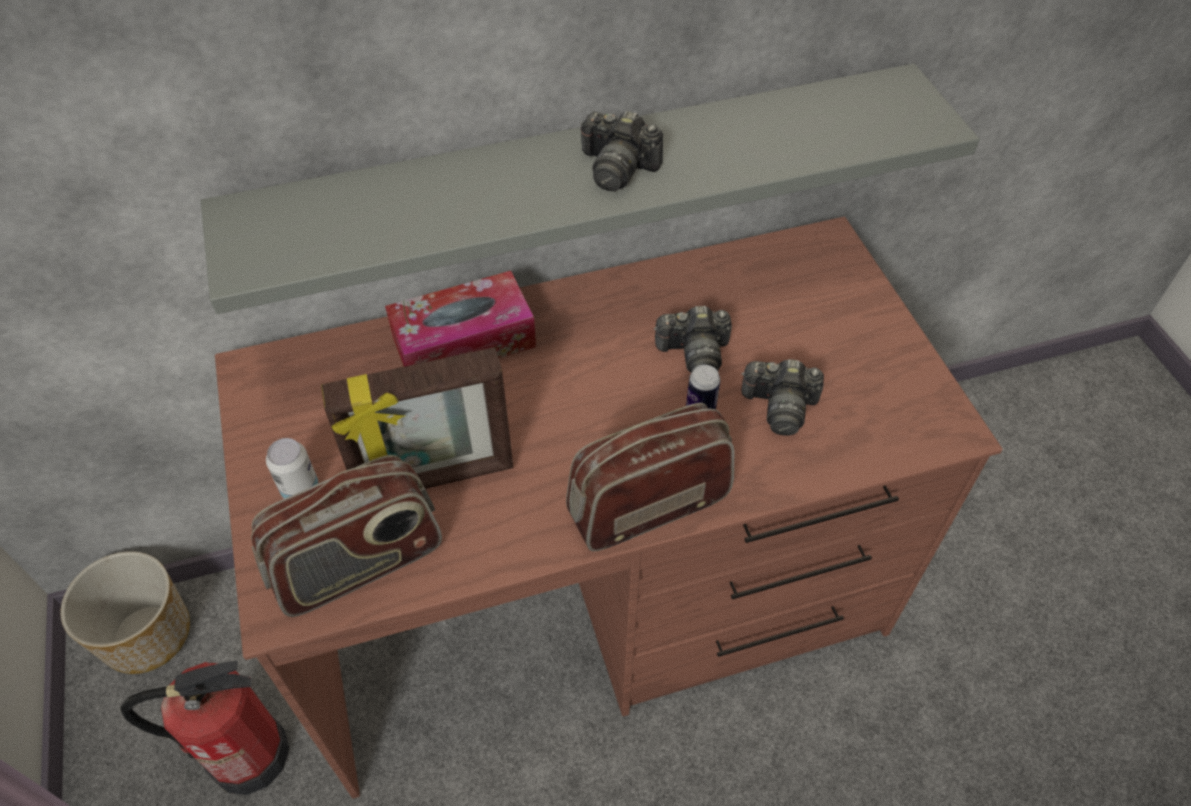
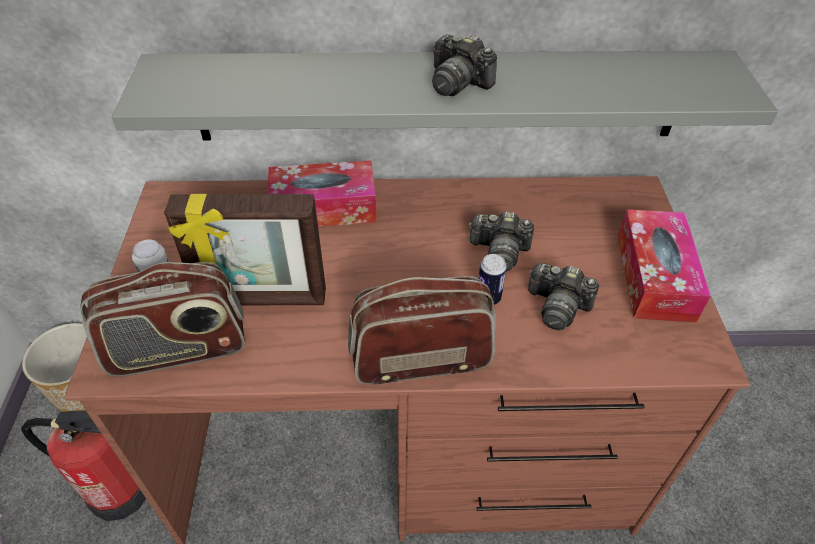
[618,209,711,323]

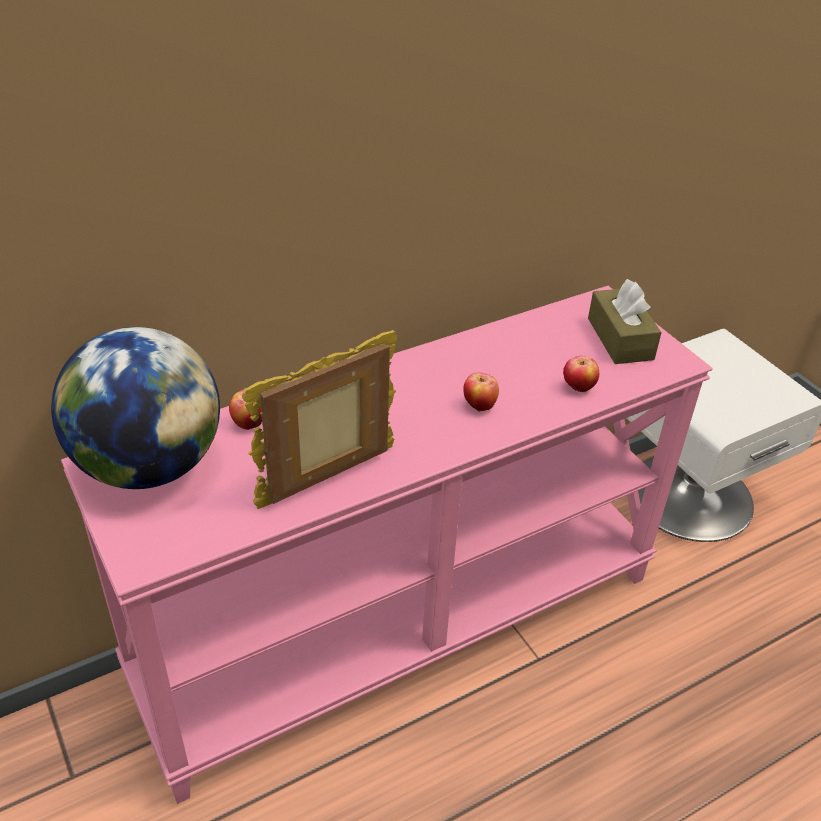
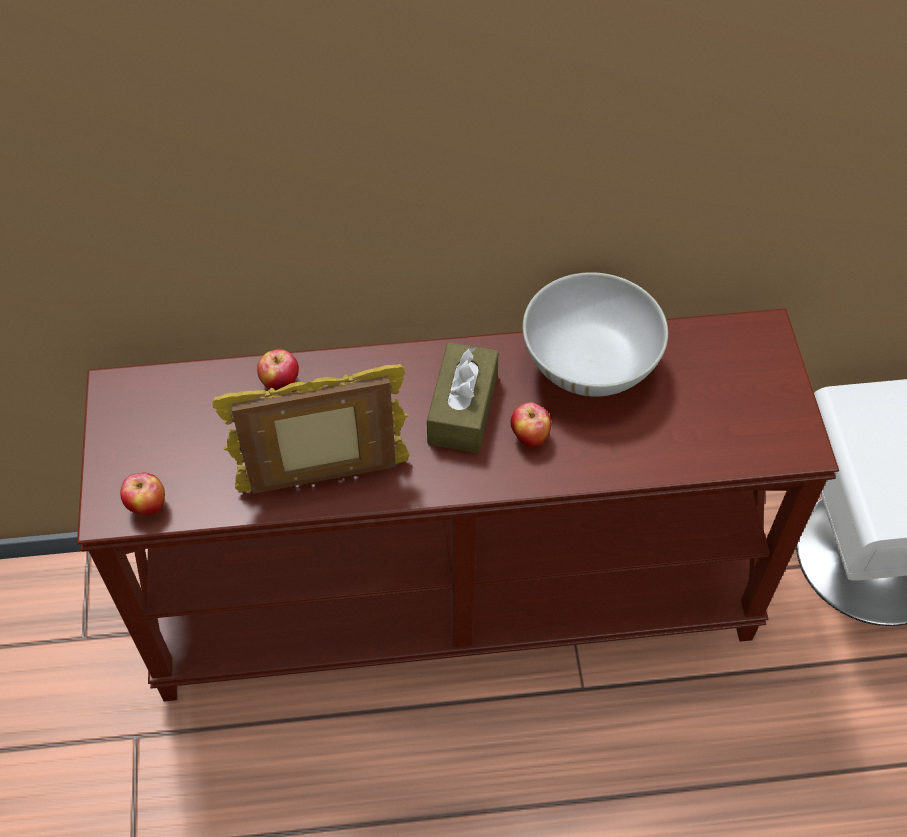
[427,342,499,453]
[77,308,839,702]
[51,327,220,489] (first image)
[120,472,165,515]
[522,272,668,397]

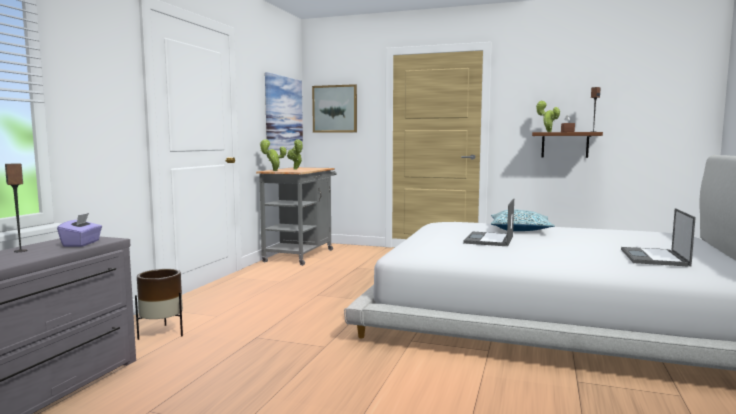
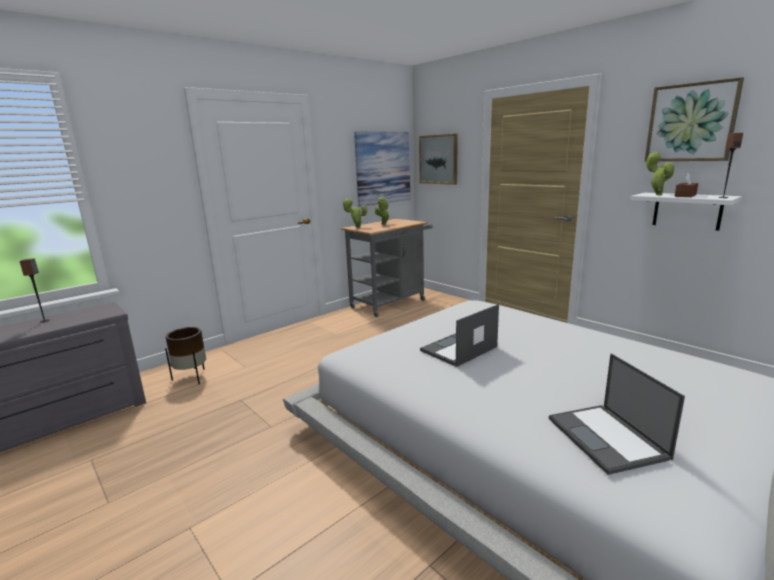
[630,193,742,231]
[549,353,685,475]
[491,209,555,231] (first image)
[57,213,102,247] (first image)
[645,77,744,161]

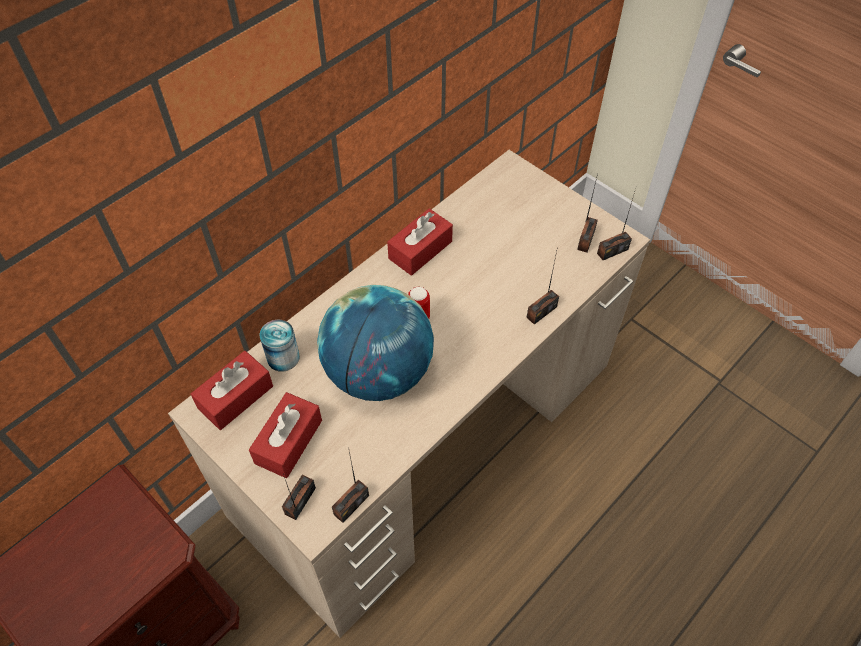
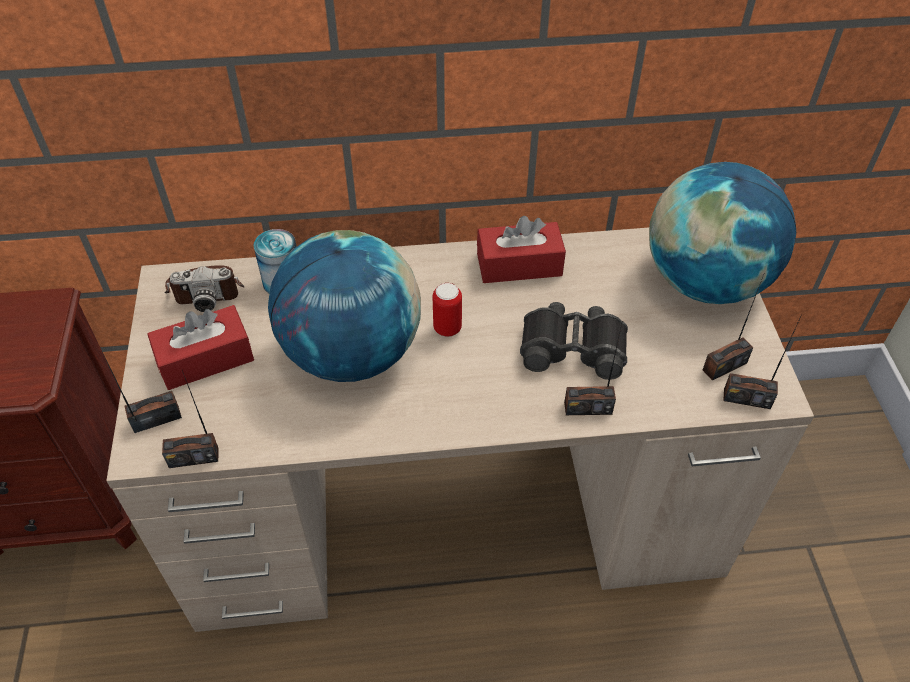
[164,265,244,312]
[649,162,796,304]
[520,302,628,380]

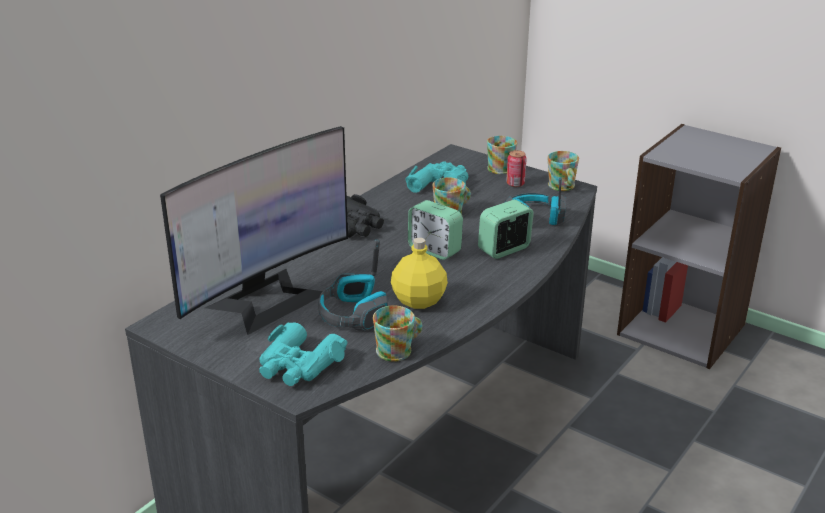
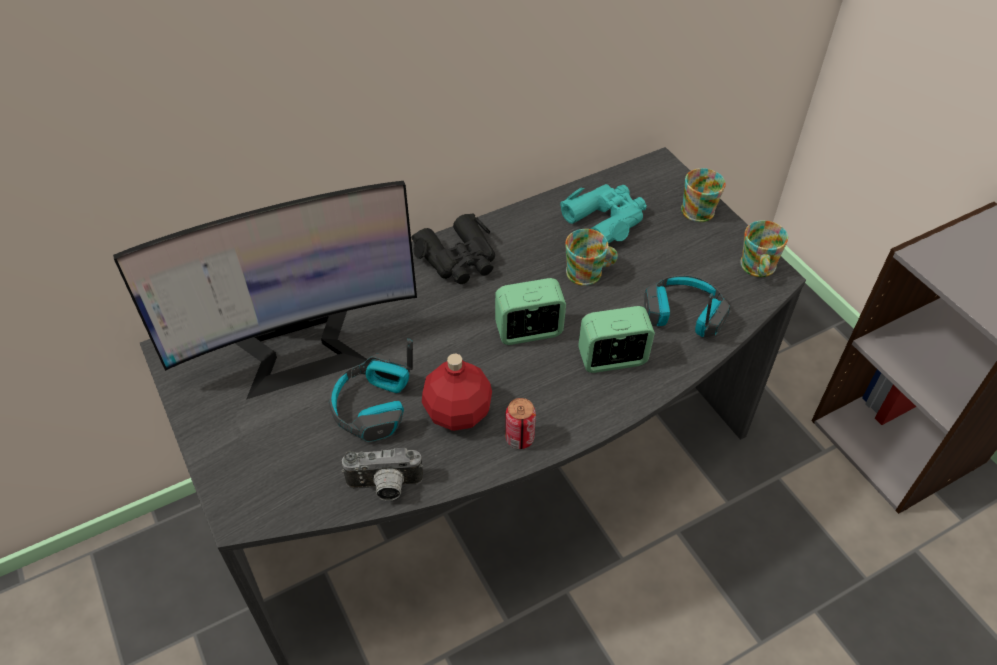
[506,398,536,449]
[495,278,566,345]
[422,354,492,431]
[341,448,423,501]
[259,322,348,386] (first image)

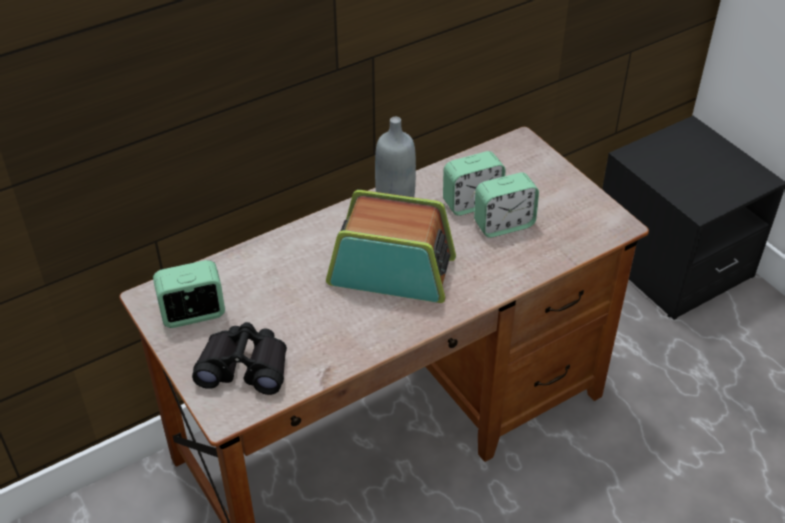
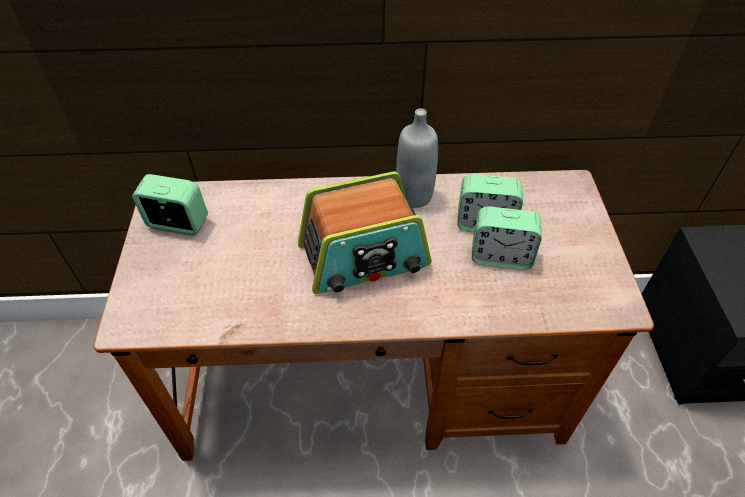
[298,172,432,294]
[192,322,287,395] (first image)

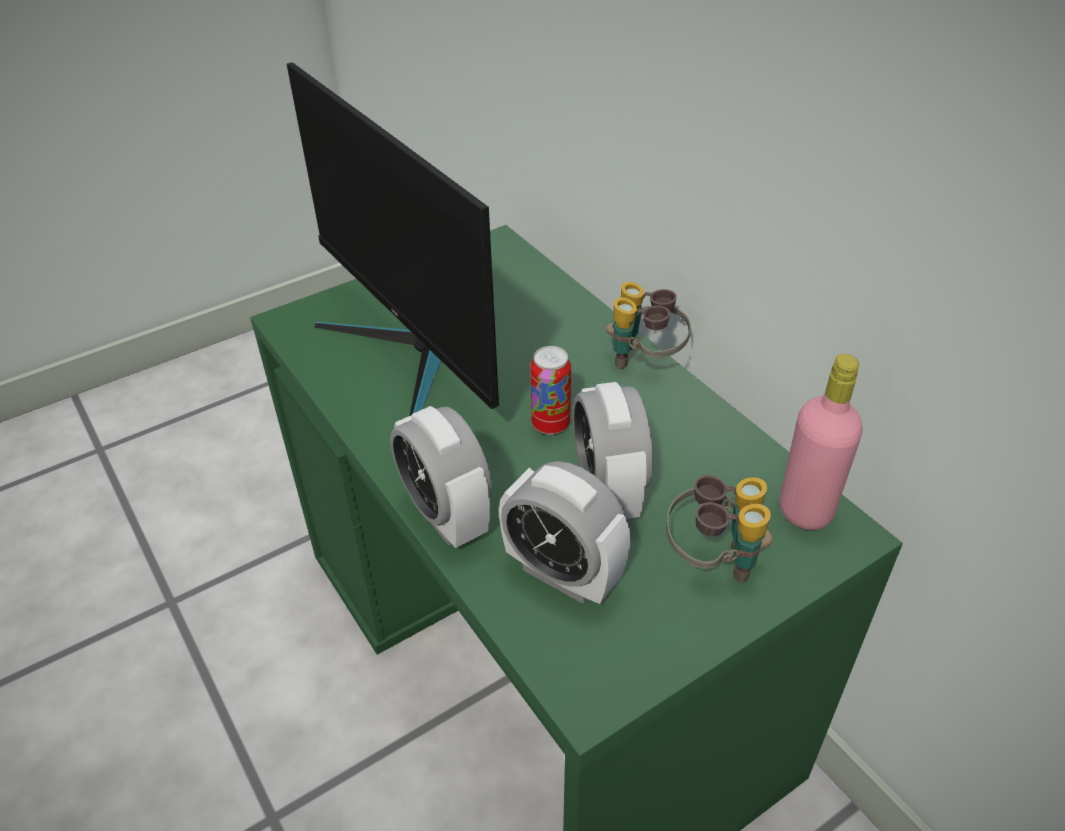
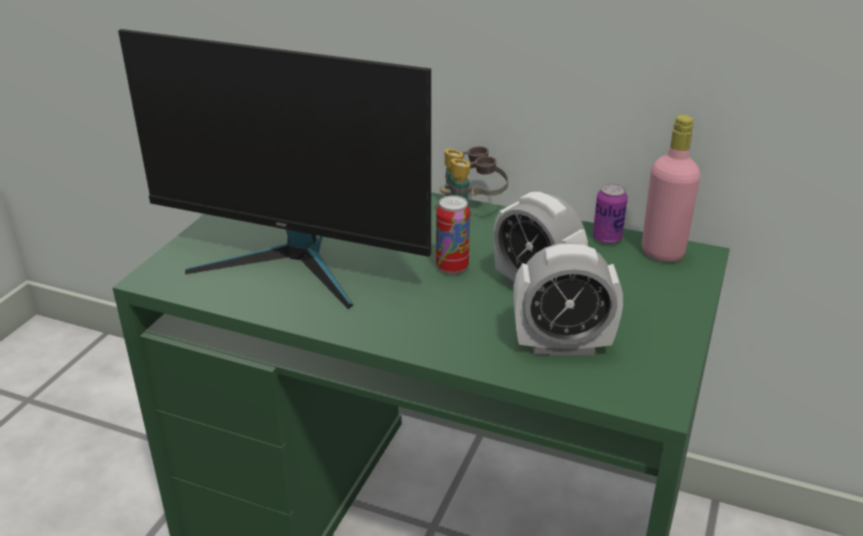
[390,406,492,548] (first image)
[666,475,773,583] (first image)
[593,184,628,244]

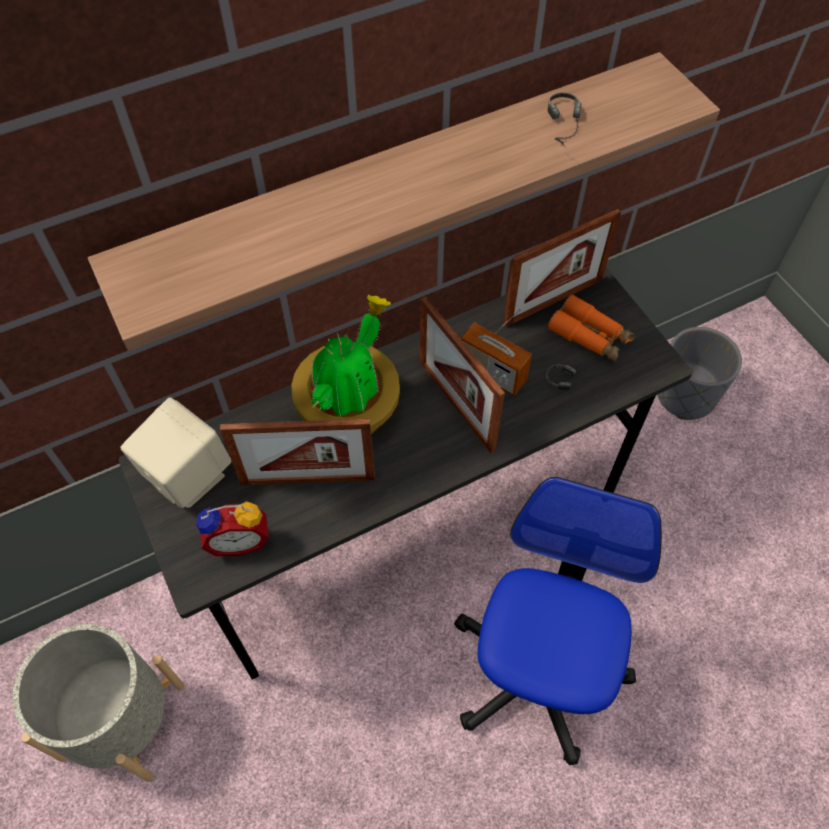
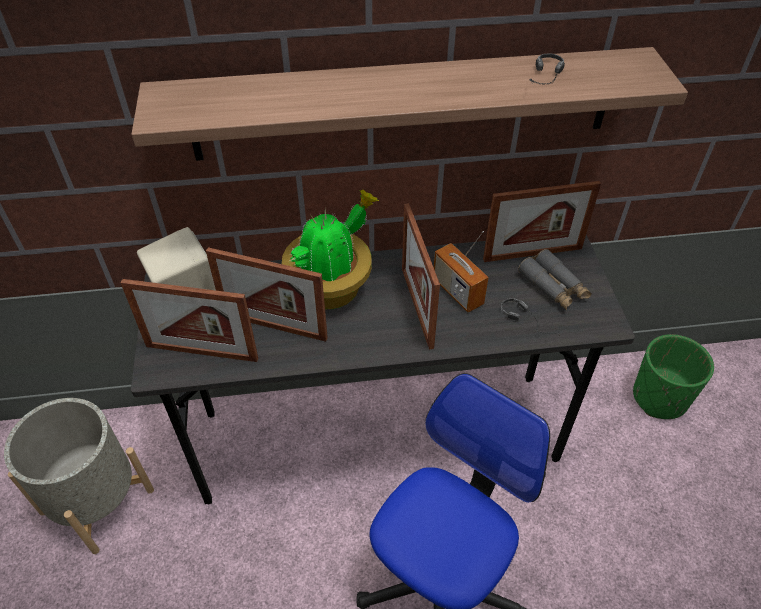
[518,249,592,310]
[633,334,714,419]
[121,279,258,362]

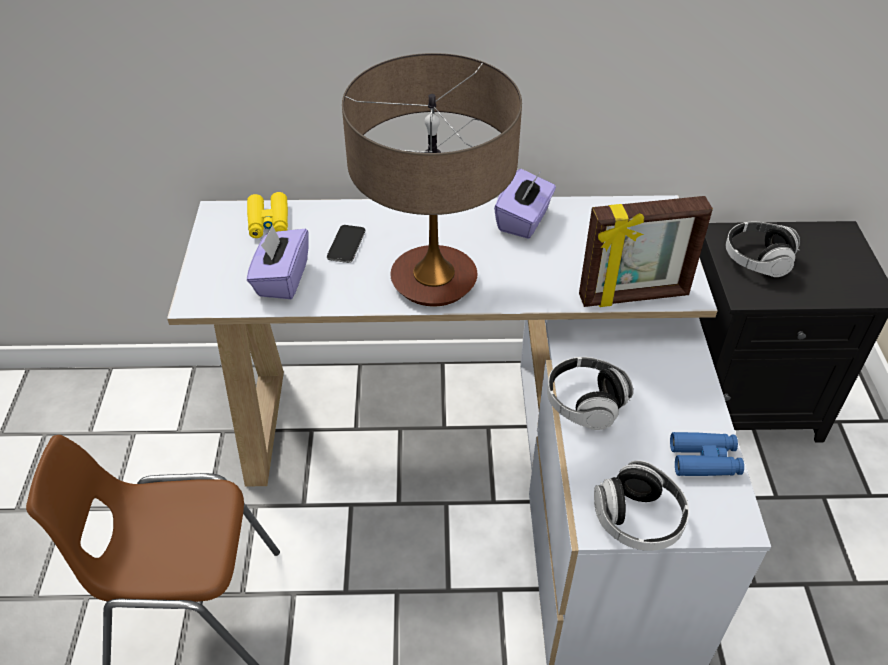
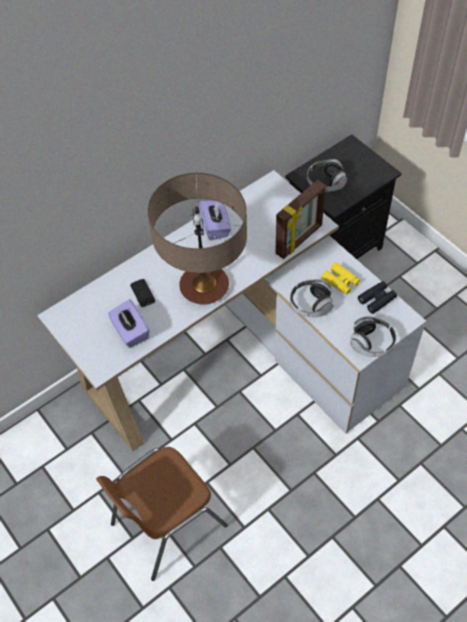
[322,262,360,295]
[358,281,397,314]

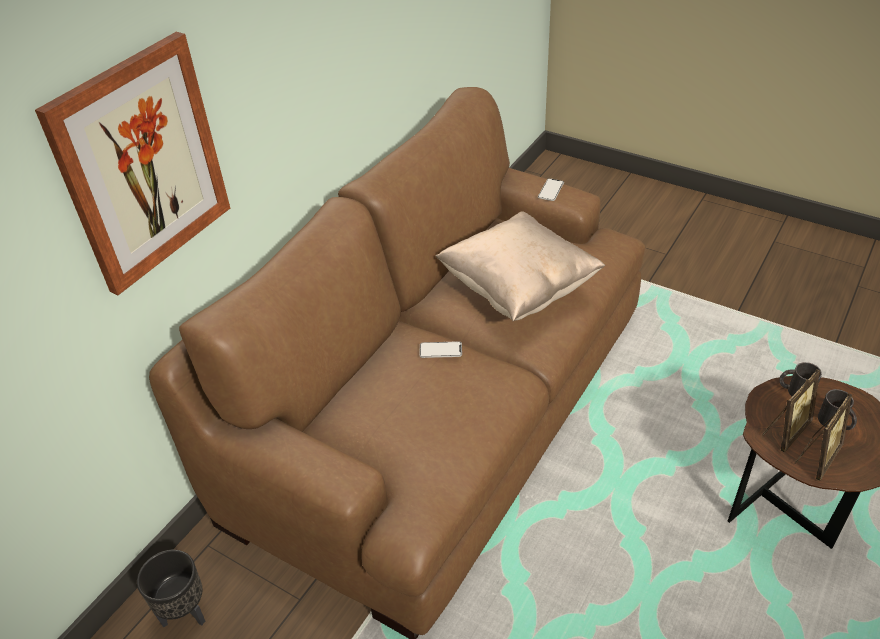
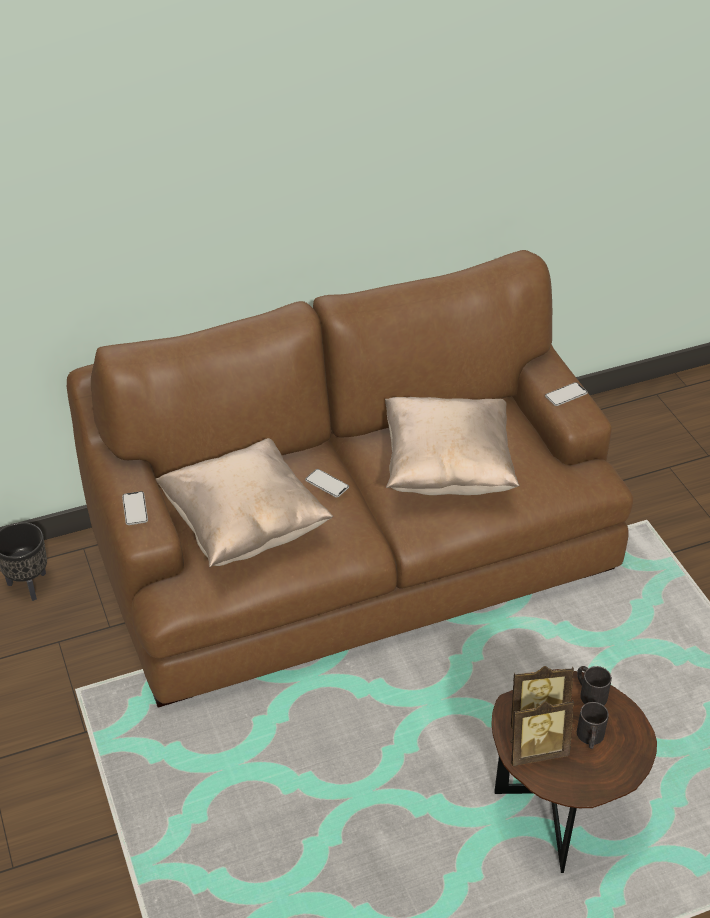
[35,32,230,295] (first image)
[156,438,334,567]
[122,491,148,525]

